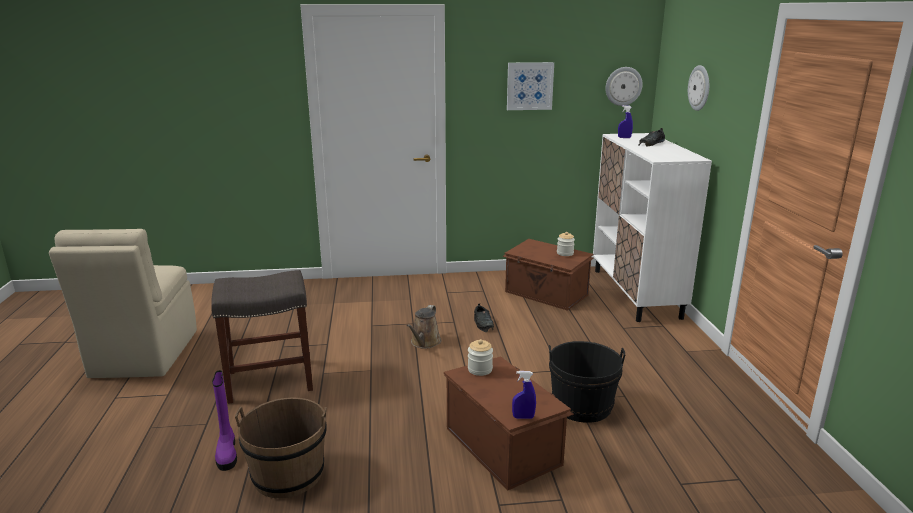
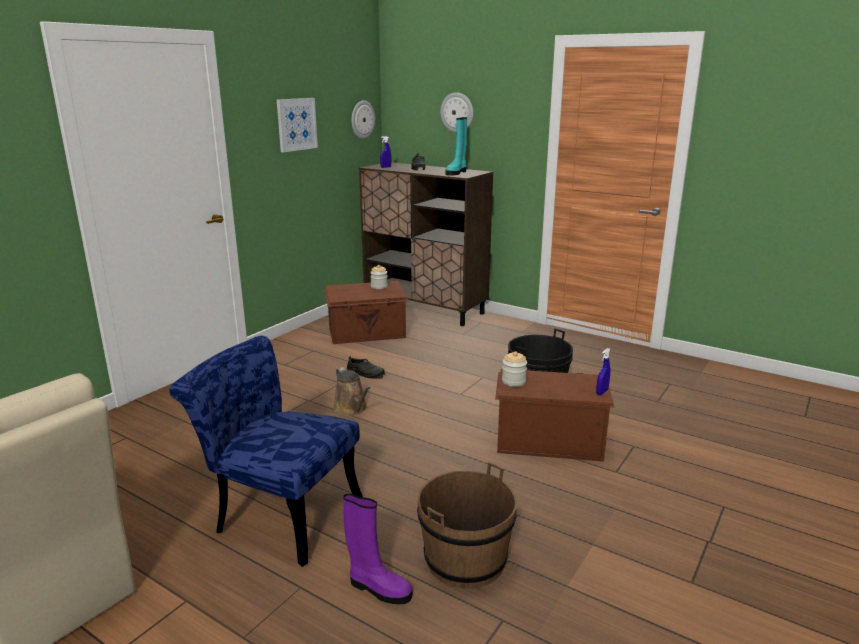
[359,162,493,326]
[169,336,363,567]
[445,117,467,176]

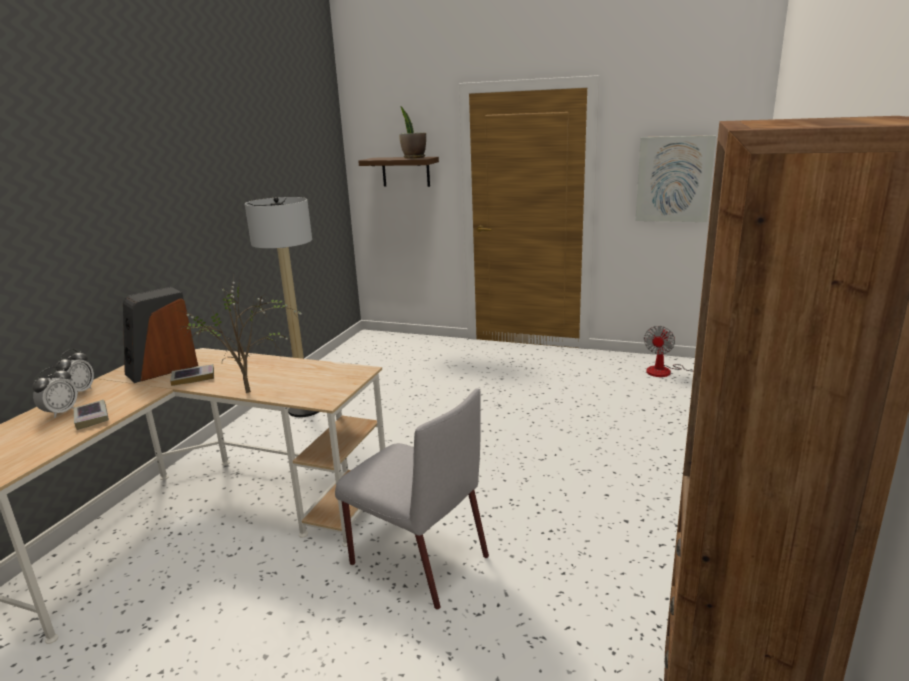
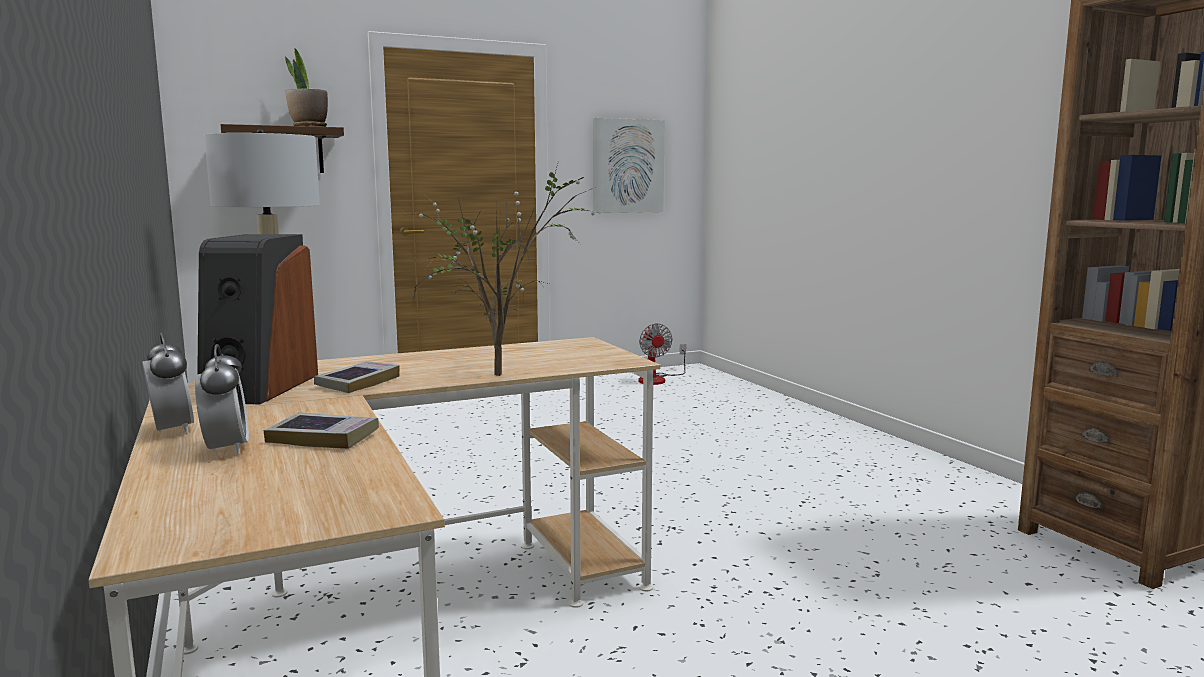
[335,388,489,610] (first image)

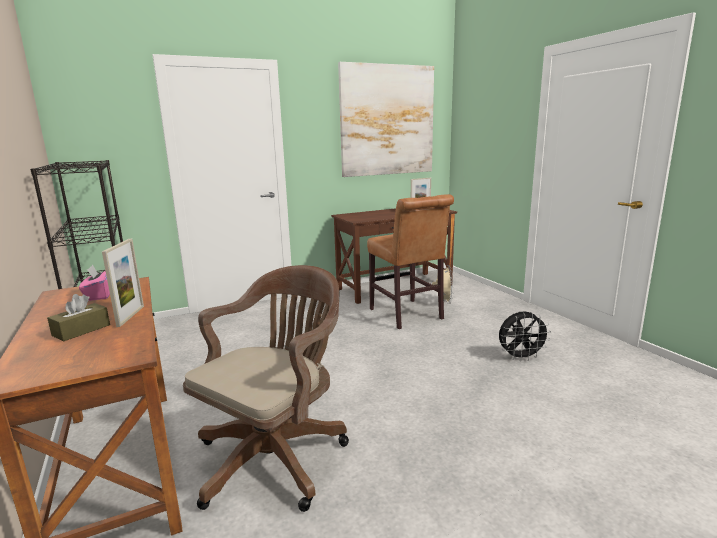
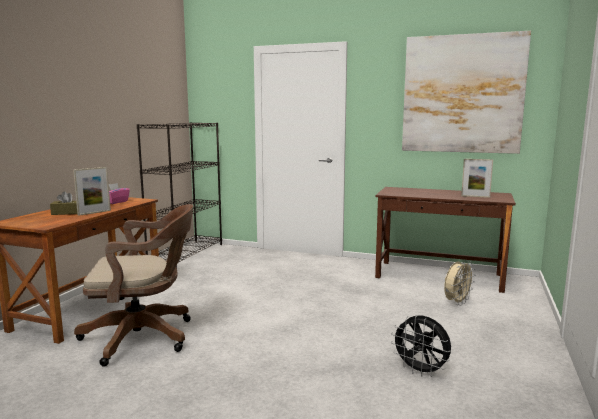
[367,194,454,329] (first image)

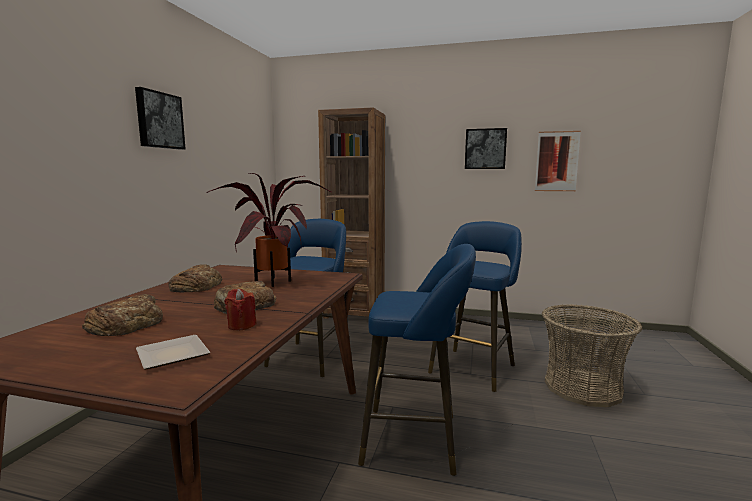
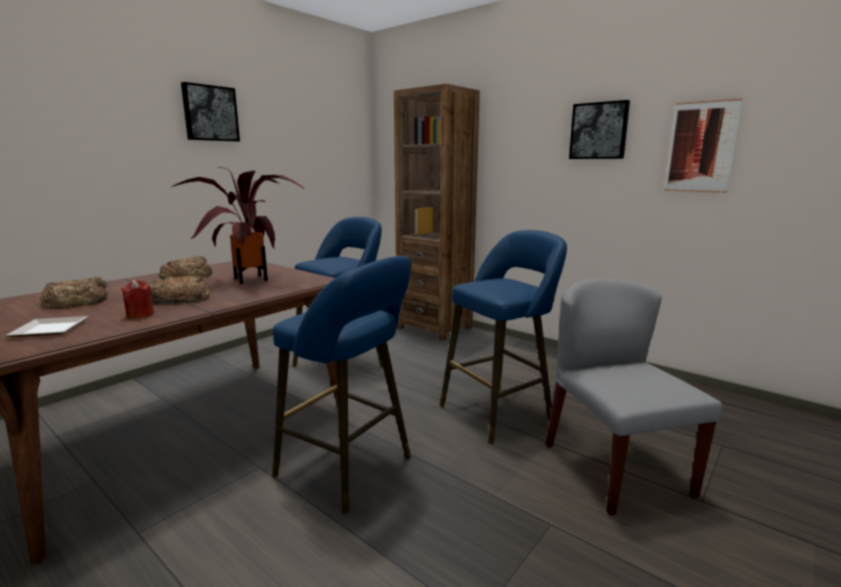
[545,279,722,516]

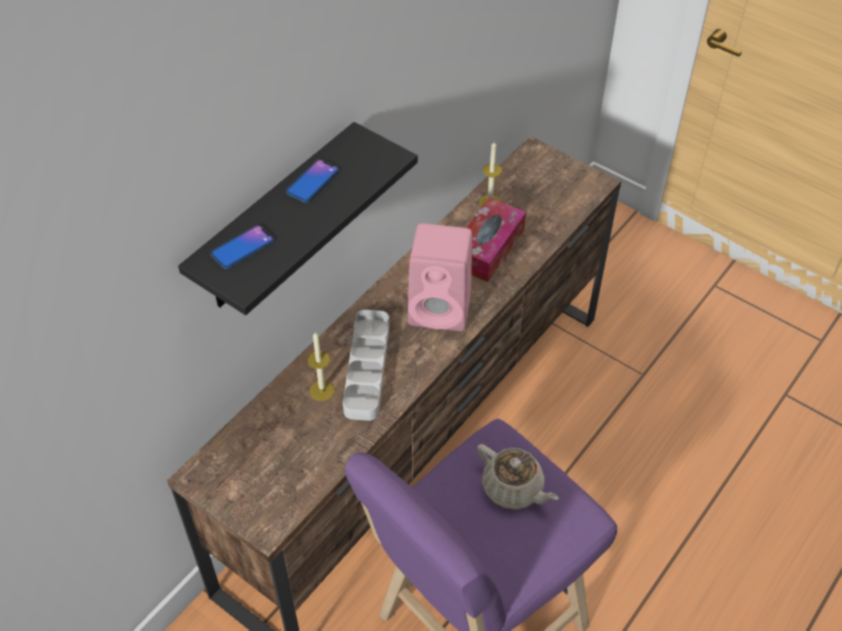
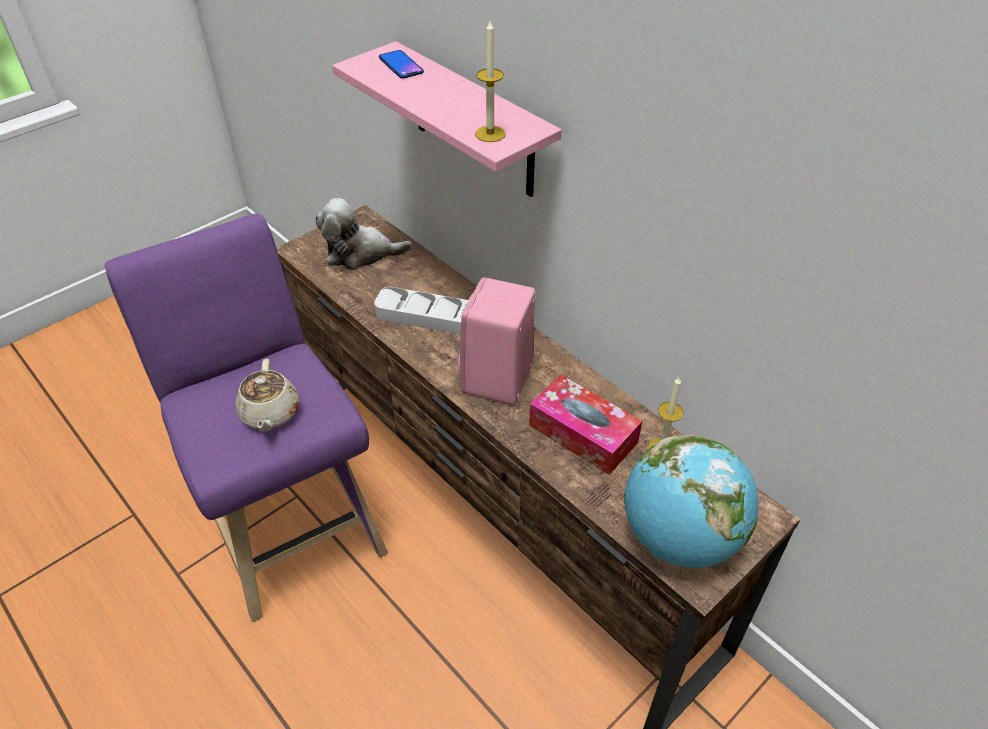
[332,41,562,197]
[286,159,339,203] (first image)
[475,21,506,142]
[235,359,299,432]
[316,198,412,270]
[624,435,758,568]

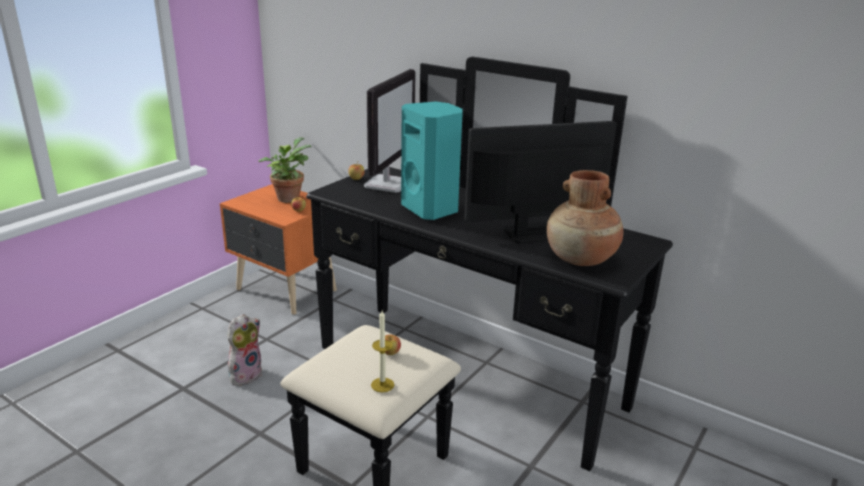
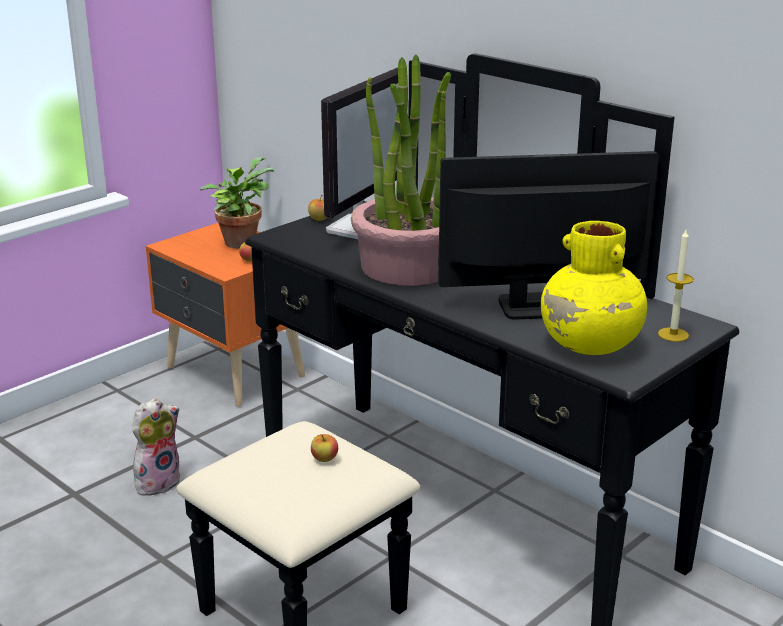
[351,55,451,286]
[541,221,647,355]
[658,230,694,342]

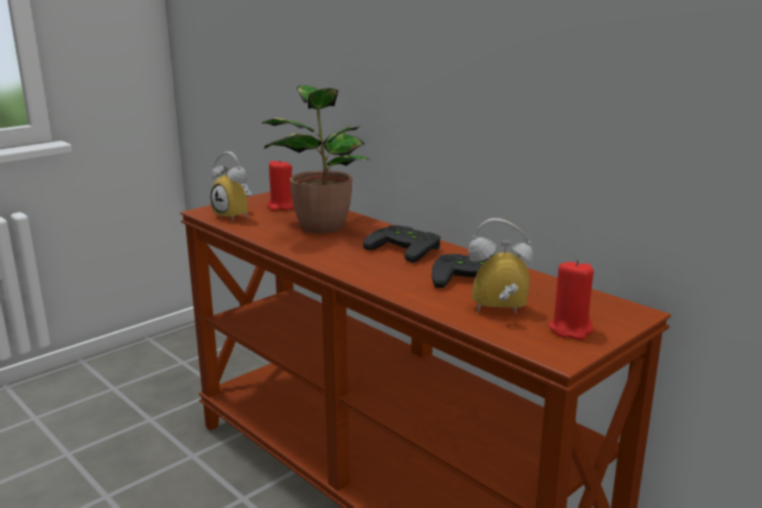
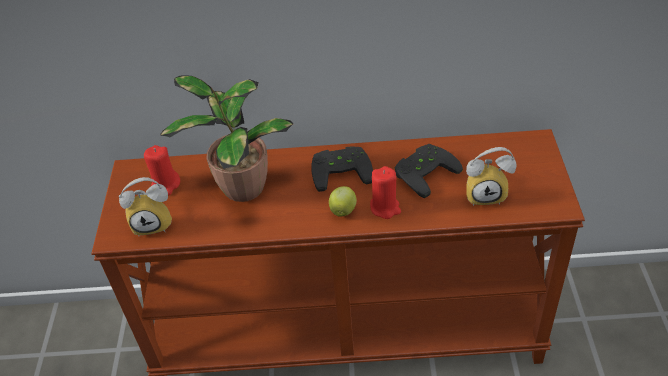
[466,147,516,206]
[370,166,401,219]
[329,186,357,216]

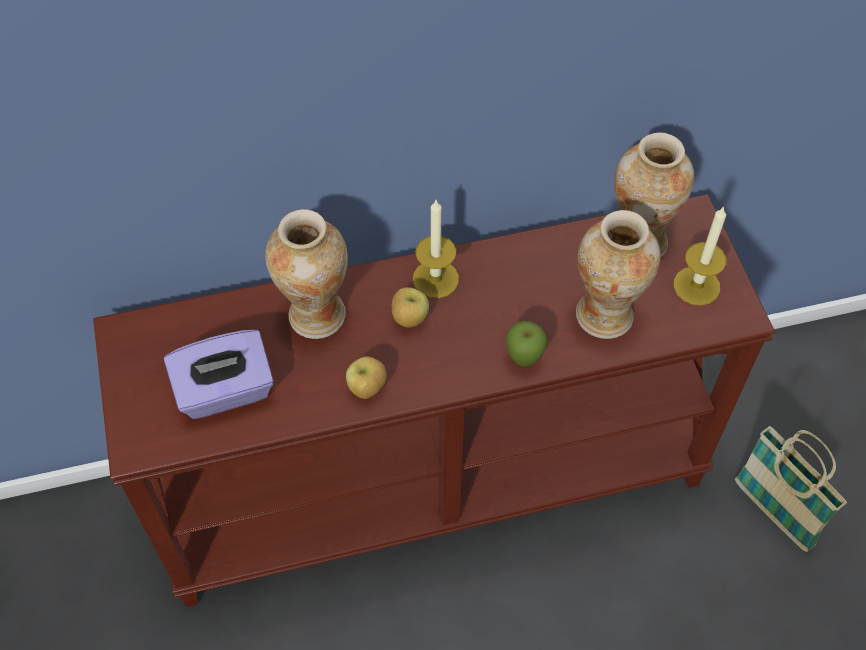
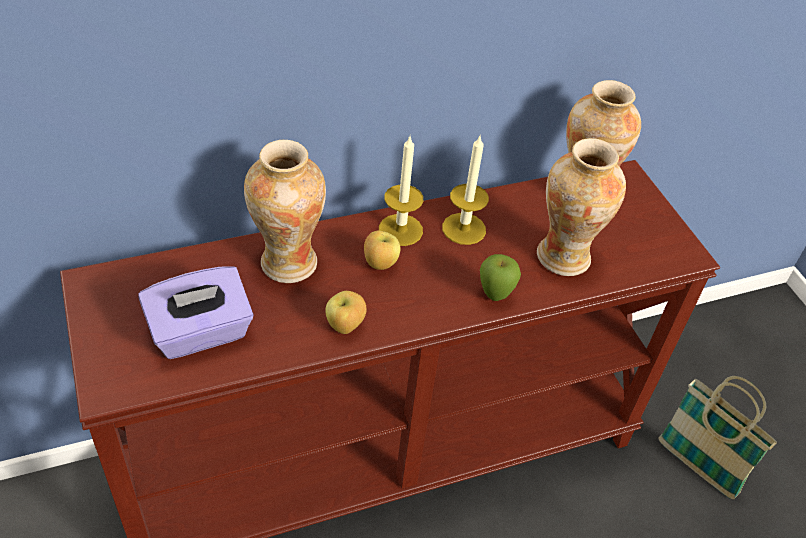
[442,134,489,245]

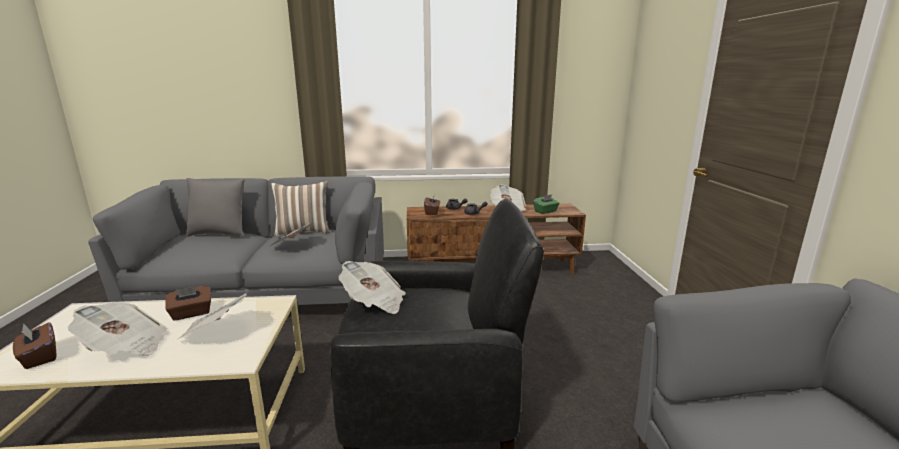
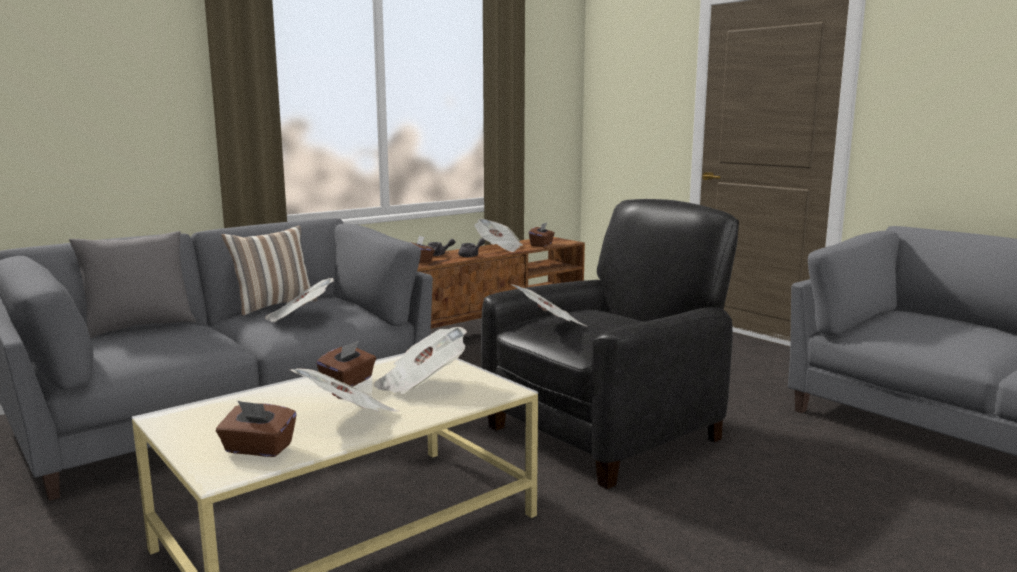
[529,223,555,247]

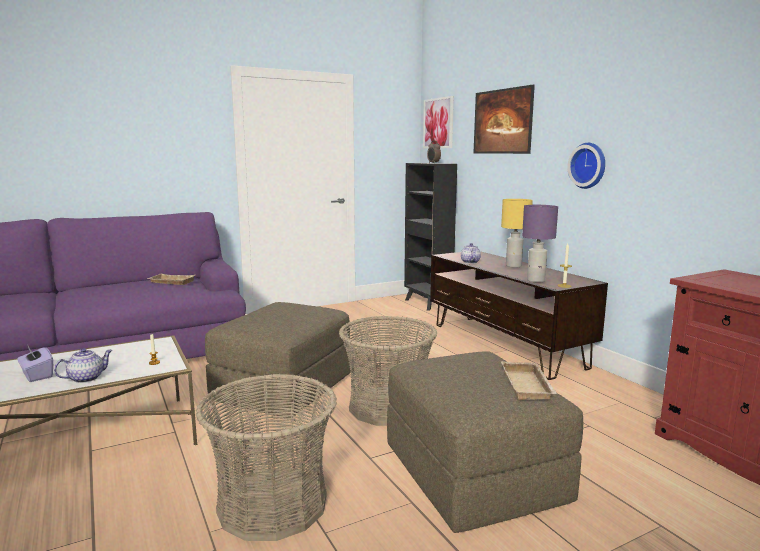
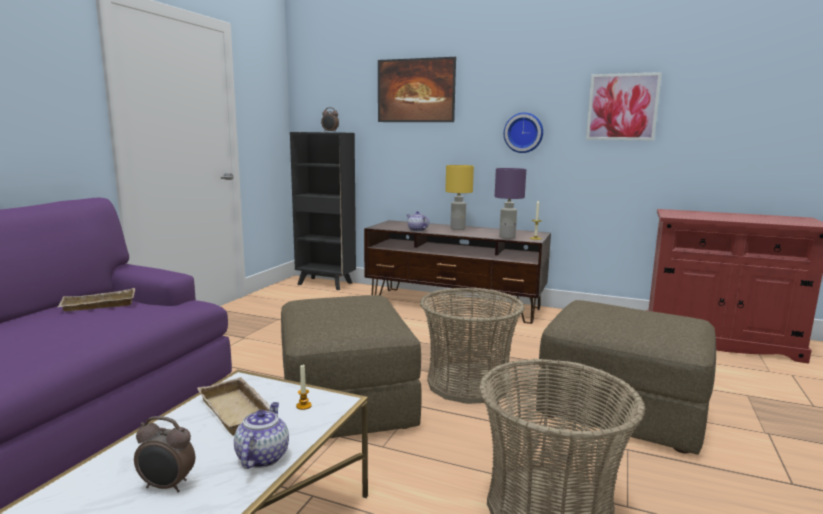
[586,72,662,141]
[134,416,195,492]
[197,377,270,436]

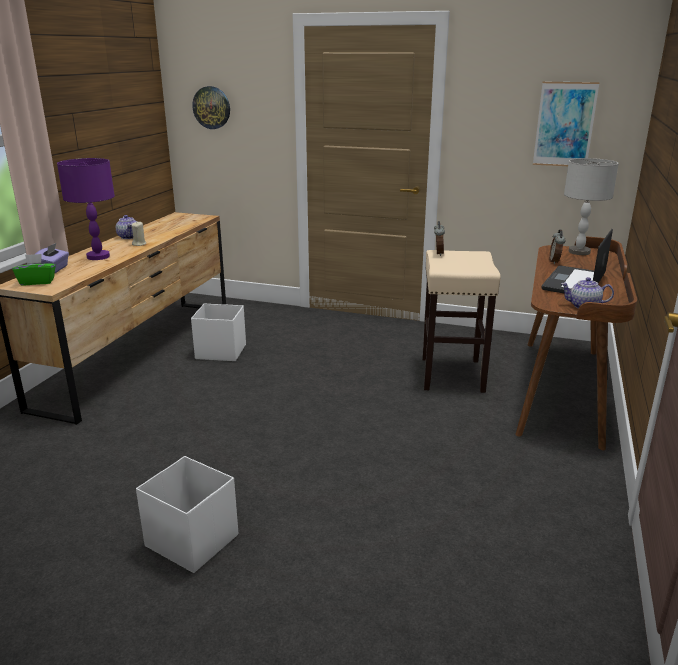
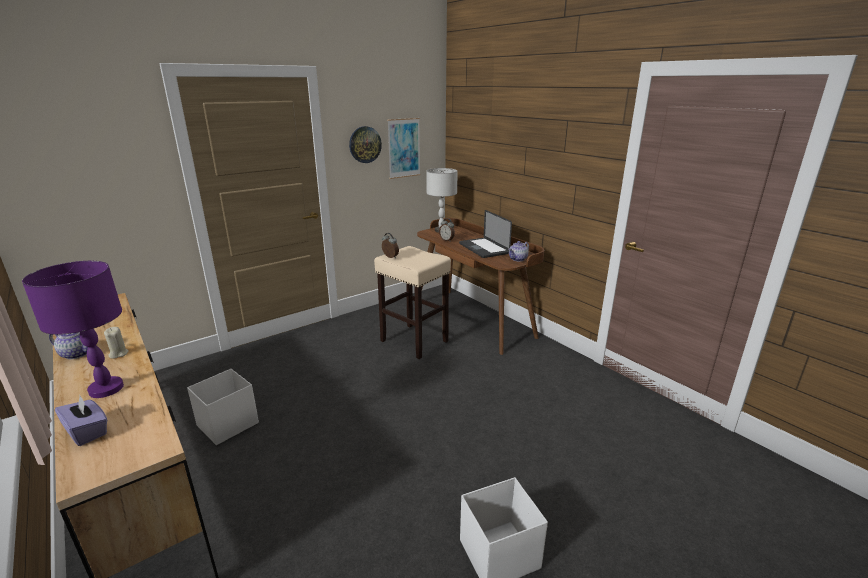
[349,126,382,163]
[12,254,56,285] (first image)

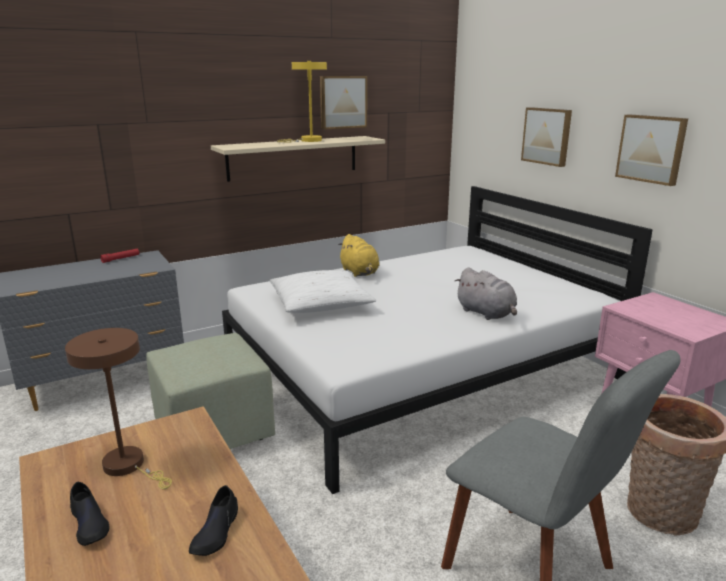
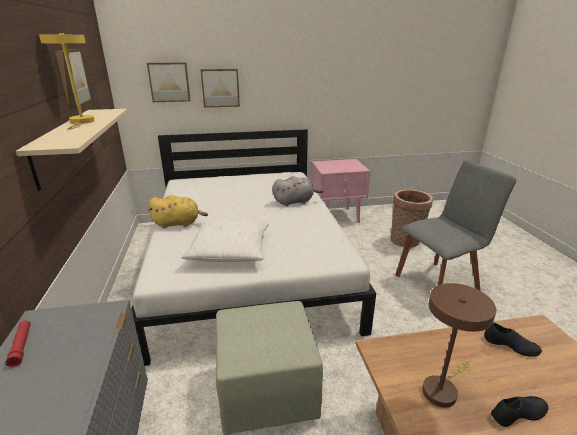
[147,62,190,102]

